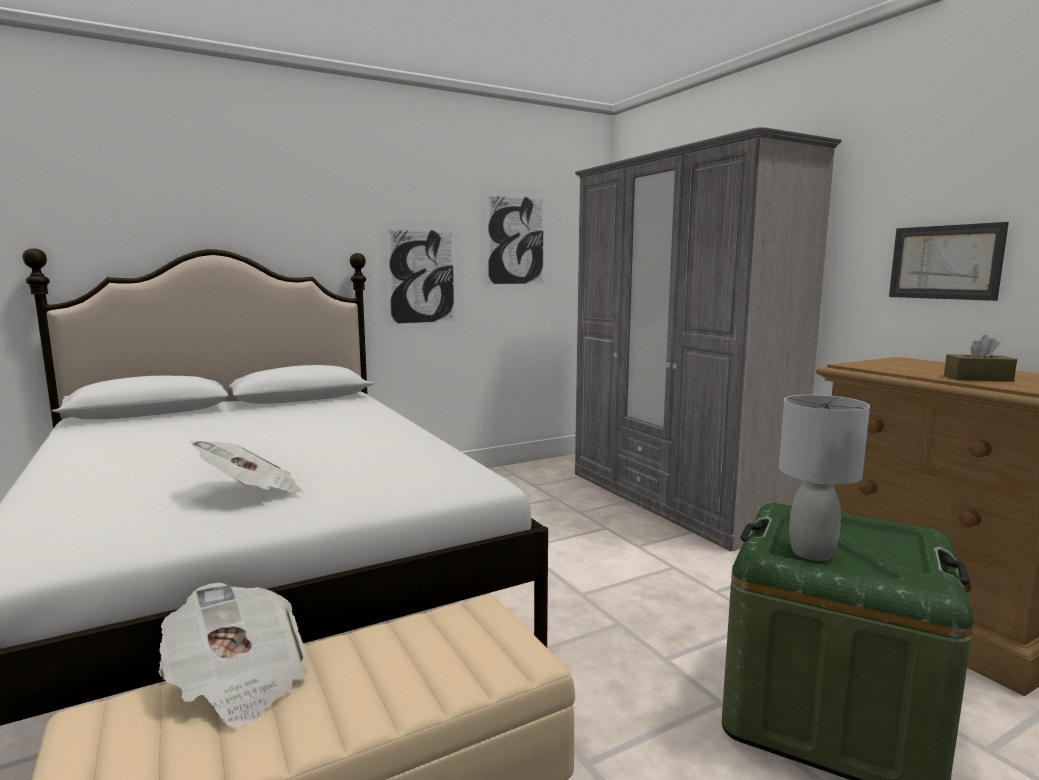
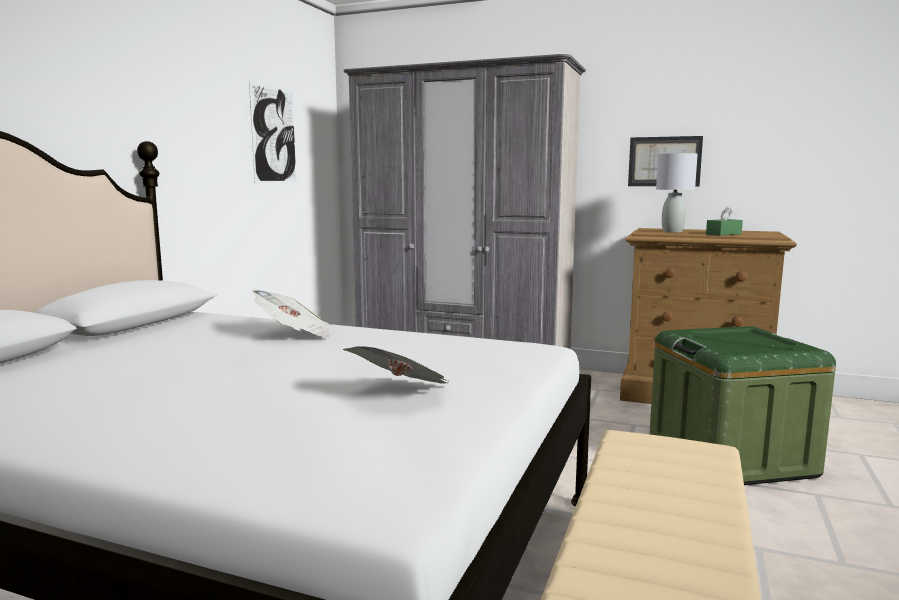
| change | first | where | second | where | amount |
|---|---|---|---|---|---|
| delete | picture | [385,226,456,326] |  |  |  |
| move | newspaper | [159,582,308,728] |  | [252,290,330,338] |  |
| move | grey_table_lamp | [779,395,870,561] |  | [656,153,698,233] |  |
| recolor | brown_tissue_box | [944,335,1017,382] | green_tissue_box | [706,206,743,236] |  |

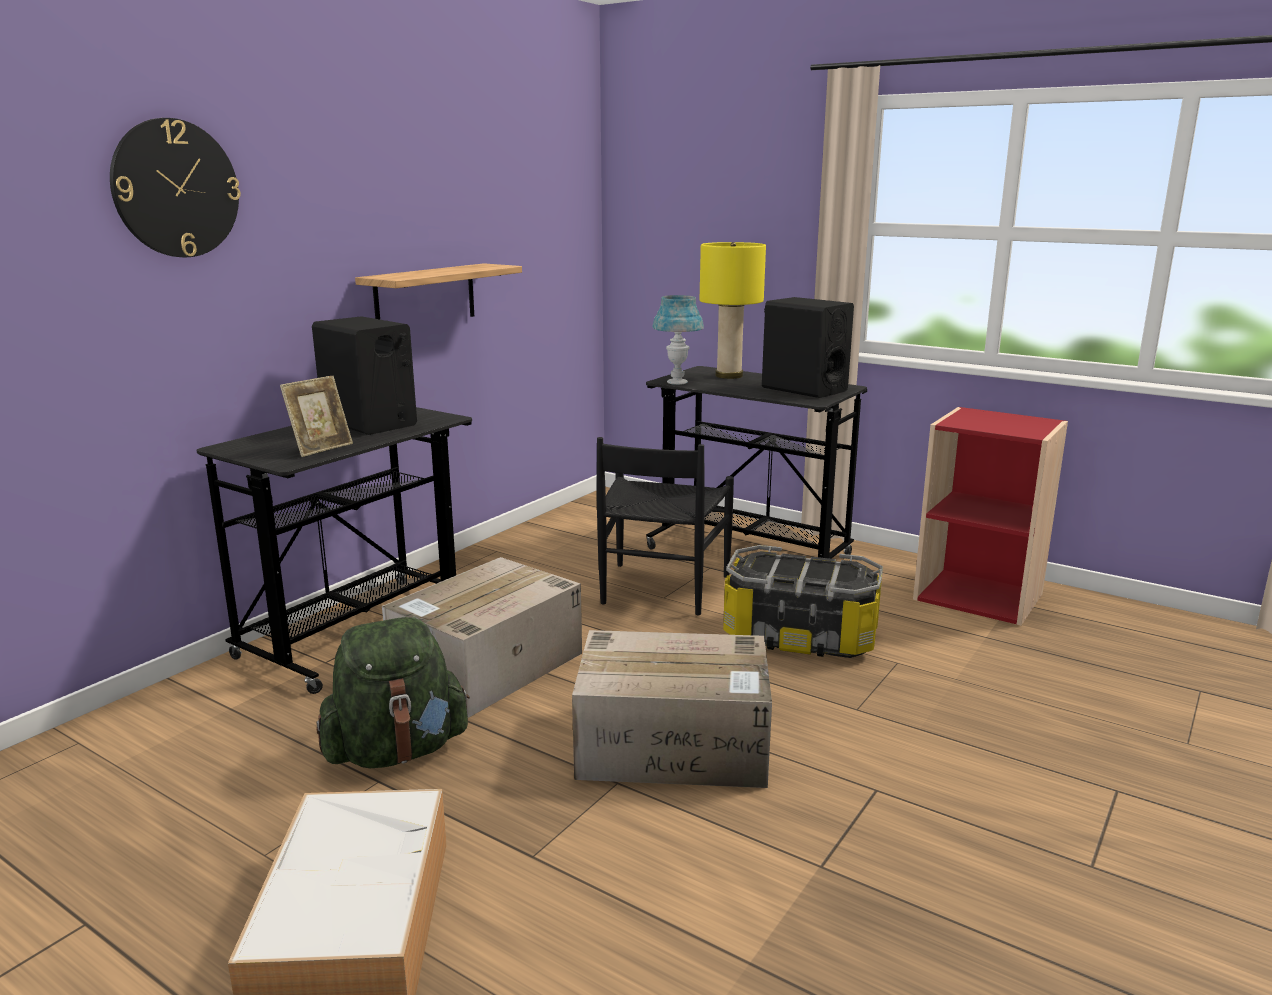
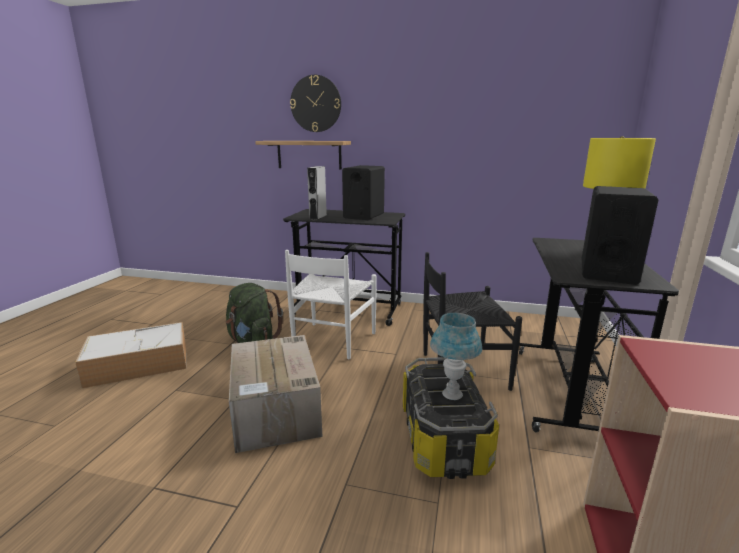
| change | first | where | second | where | amount |
|---|---|---|---|---|---|
| move | shelf | [355,263,522,319] |  | [255,141,351,170] |  |
| move | blue_table_lamp | [653,295,704,385] |  | [430,313,482,400] |  |
| replace | picture_frame | [280,376,353,457] | grey_speaker | [307,166,327,220] |  |
| replace | cardboard_box | [382,557,582,718] | white_chair | [285,250,376,360] |  |

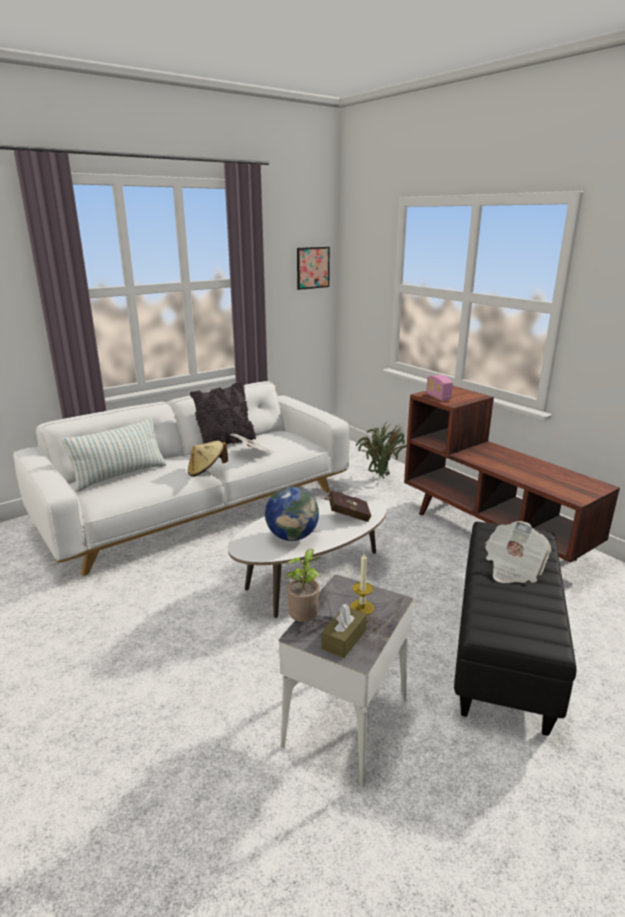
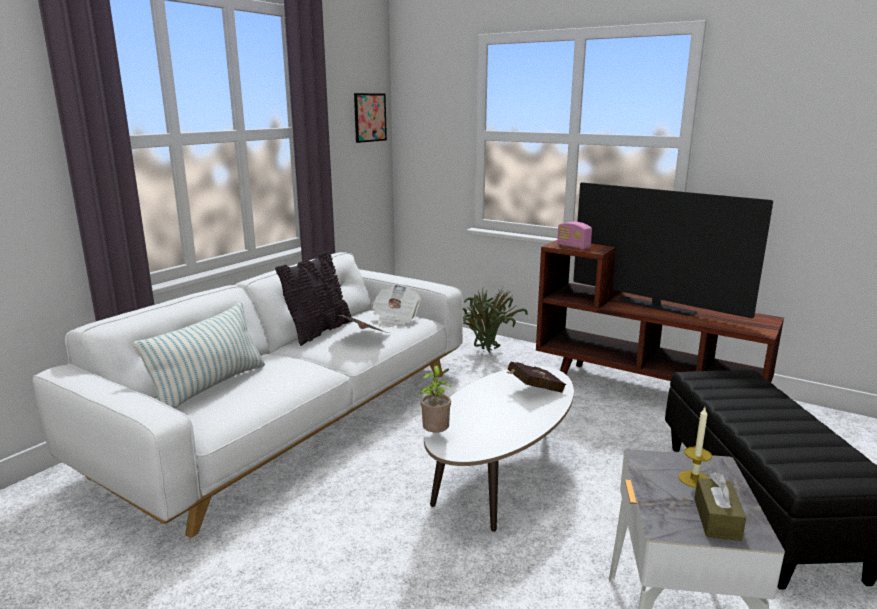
| change | first | where | second | where | amount |
|---|---|---|---|---|---|
| delete | beige_hat | [188,441,228,477] |  |  |  |
| delete | globe | [265,487,319,541] |  |  |  |
| insert |  |  | television | [573,182,773,318] |  |
| move | potted_plant | [285,549,321,622] |  | [420,365,452,432] |  |
| move | newspaper | [485,521,552,583] |  | [372,284,421,328] |  |

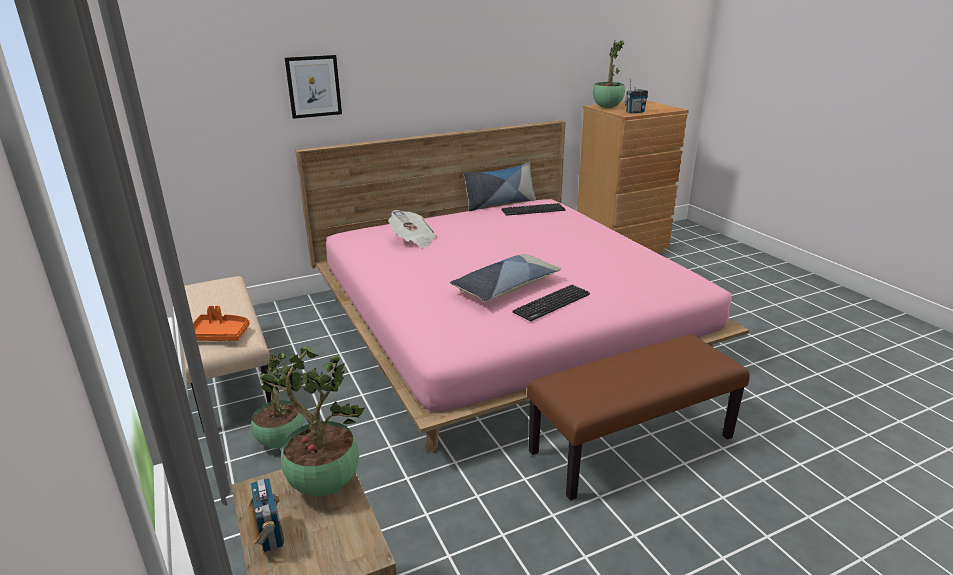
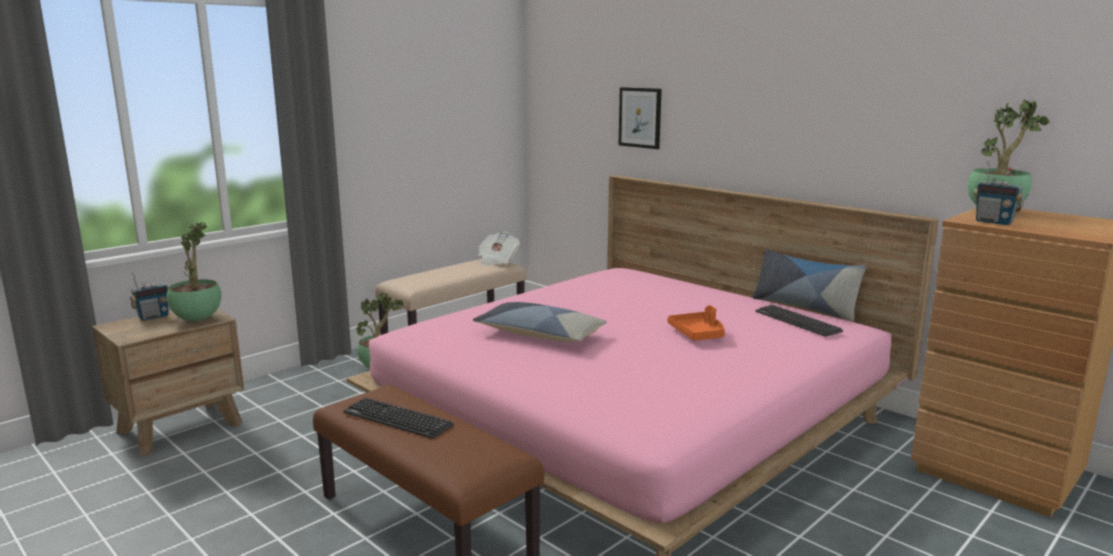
| change | first | where | second | where | amount |
|---|---|---|---|---|---|
| move | orange_tray | [193,306,250,341] |  | [667,305,725,341] |  |
| move | newspaper | [388,210,437,248] |  | [478,232,520,266] |  |
| move | keyboard | [512,285,590,321] |  | [343,398,454,439] |  |

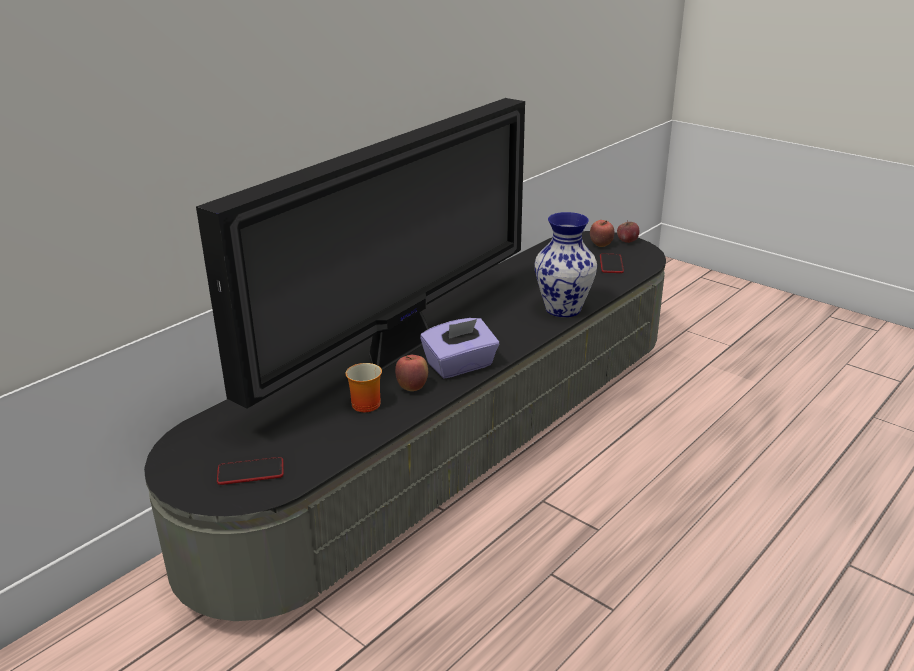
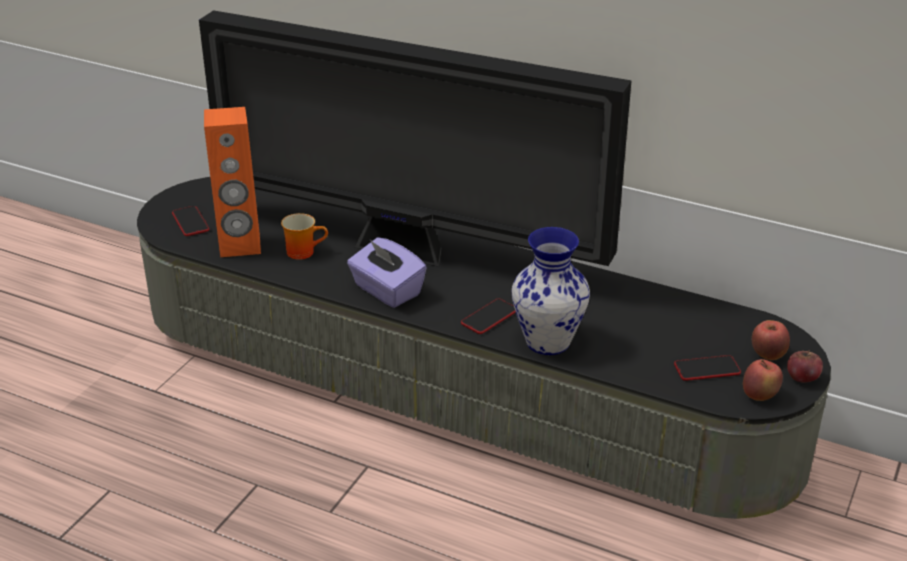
| change | first | where | second | where | amount |
|---|---|---|---|---|---|
| insert |  |  | orange_speaker | [204,107,261,257] |  |
| insert |  |  | phone | [461,298,516,334] |  |
| move | apple | [395,355,428,391] |  | [743,359,783,401] |  |

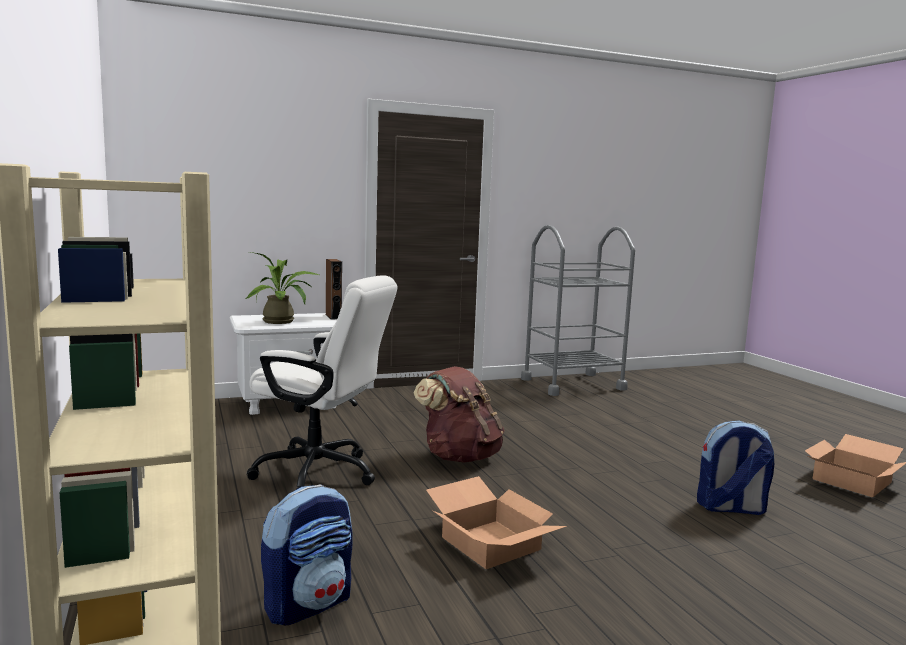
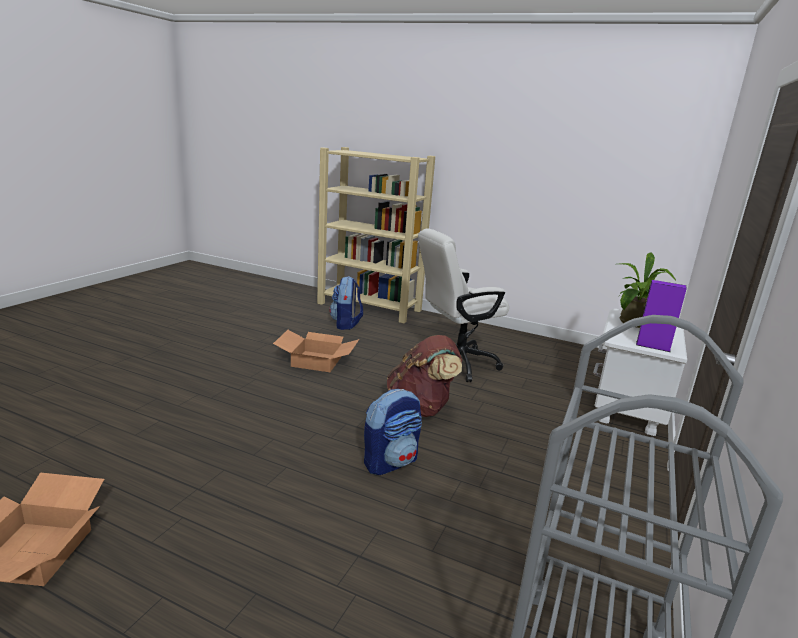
| change | first | where | second | where | amount |
|---|---|---|---|---|---|
| move | backpack | [697,420,774,515] |  | [364,389,422,475] |  |
| recolor | brown_speaker | [326,259,342,320] | purple_speaker | [636,280,687,352] |  |

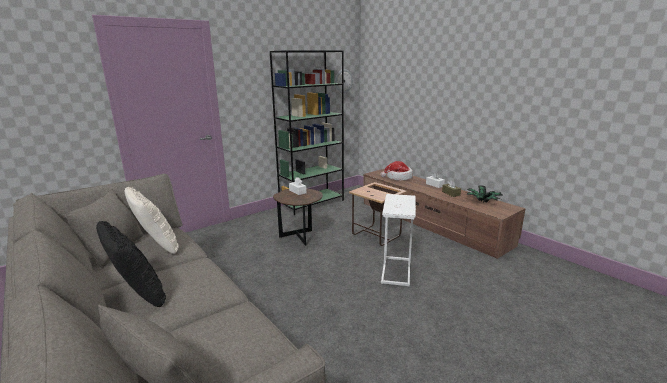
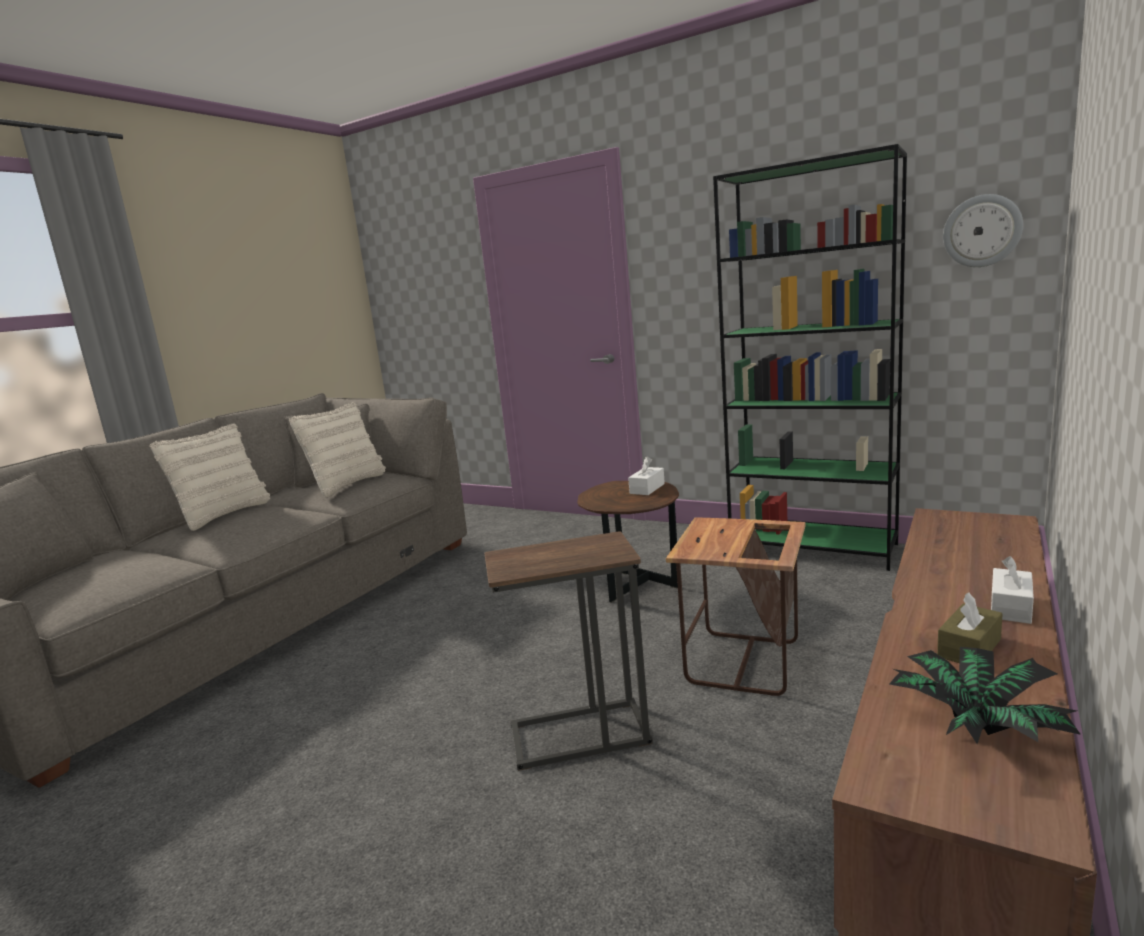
| change | first | where | second | where | amount |
|---|---|---|---|---|---|
| delete | hat | [380,161,413,181] |  |  |  |
| recolor | black_pillow | [96,221,166,307] | beige_pillow | [149,423,270,531] |  |
| recolor | white_side_table | [381,194,416,286] | brown_side_table | [484,531,653,771] |  |

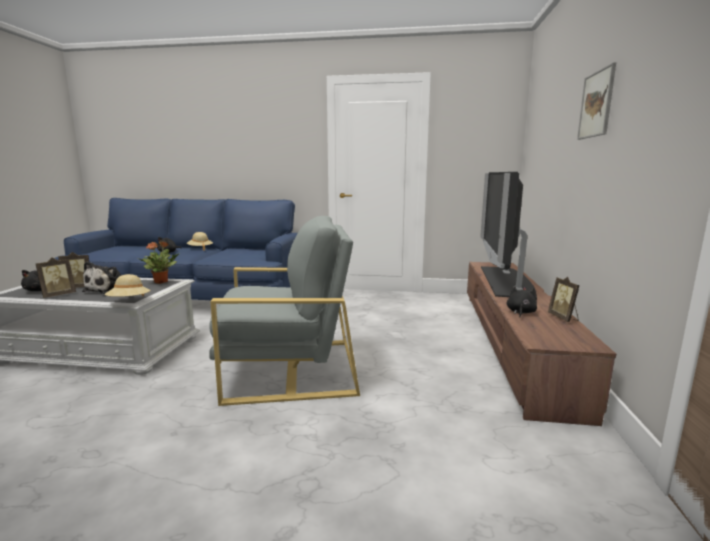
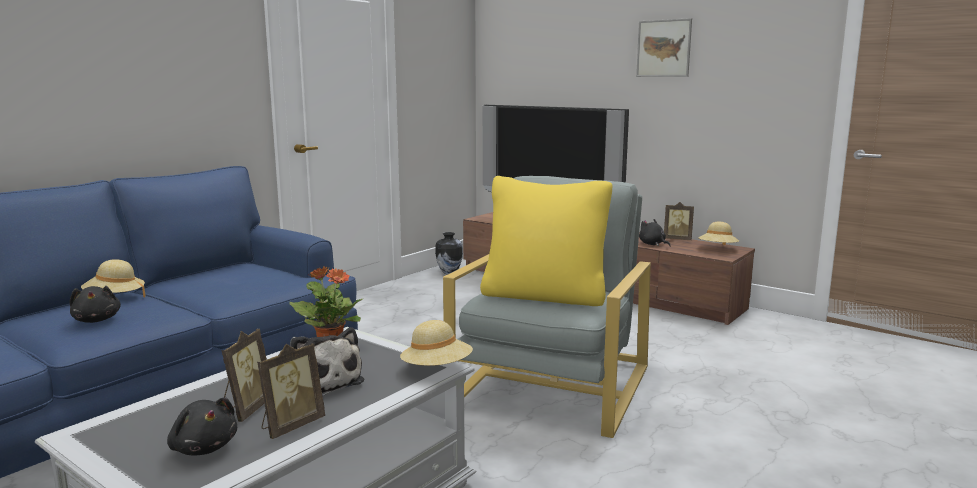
| change | first | where | second | where | amount |
|---|---|---|---|---|---|
| insert |  |  | vase | [435,232,463,274] |  |
| insert |  |  | yellow_pillow | [480,176,612,306] |  |
| insert |  |  | beige_hat | [698,222,739,245] |  |
| rotate | picture_frame | [36,258,76,298] |  | [257,343,325,439] | 60 degrees clockwise |

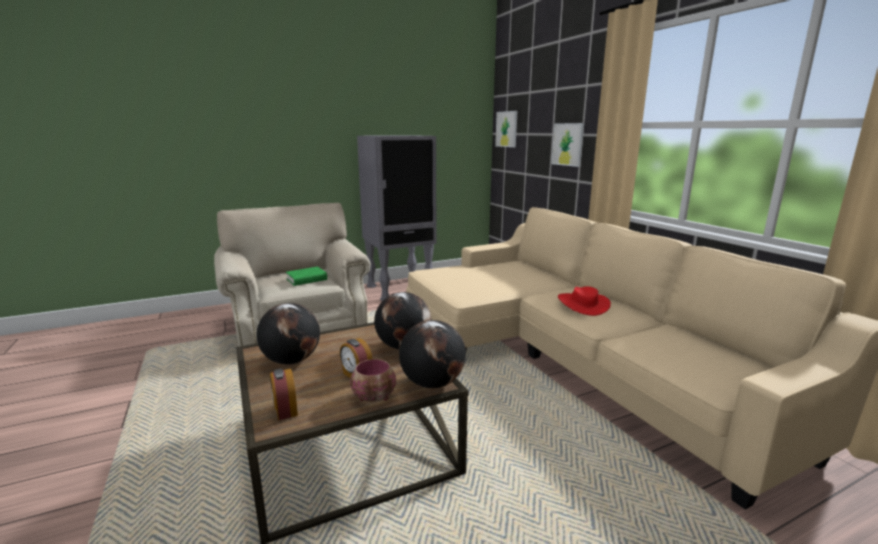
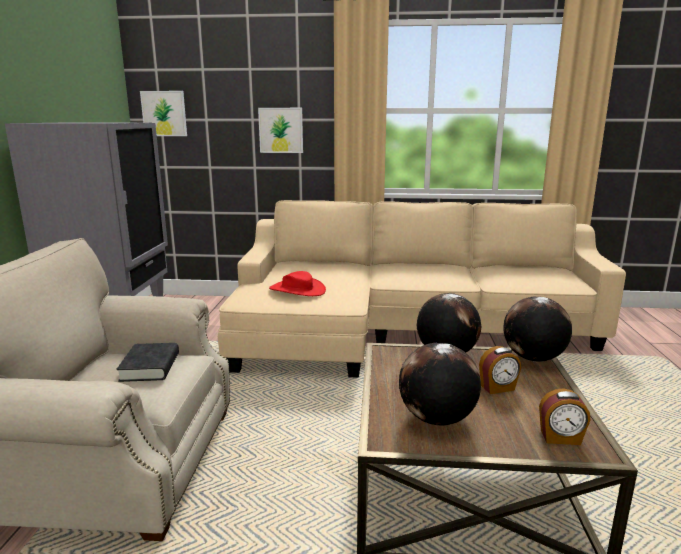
| change | first | where | second | where | amount |
|---|---|---|---|---|---|
| delete | bowl | [350,359,396,401] |  |  |  |
| move | red_hat | [558,287,611,316] |  | [269,271,326,296] |  |
| recolor | green_book | [286,267,327,286] | black_book | [117,343,179,382] |  |

